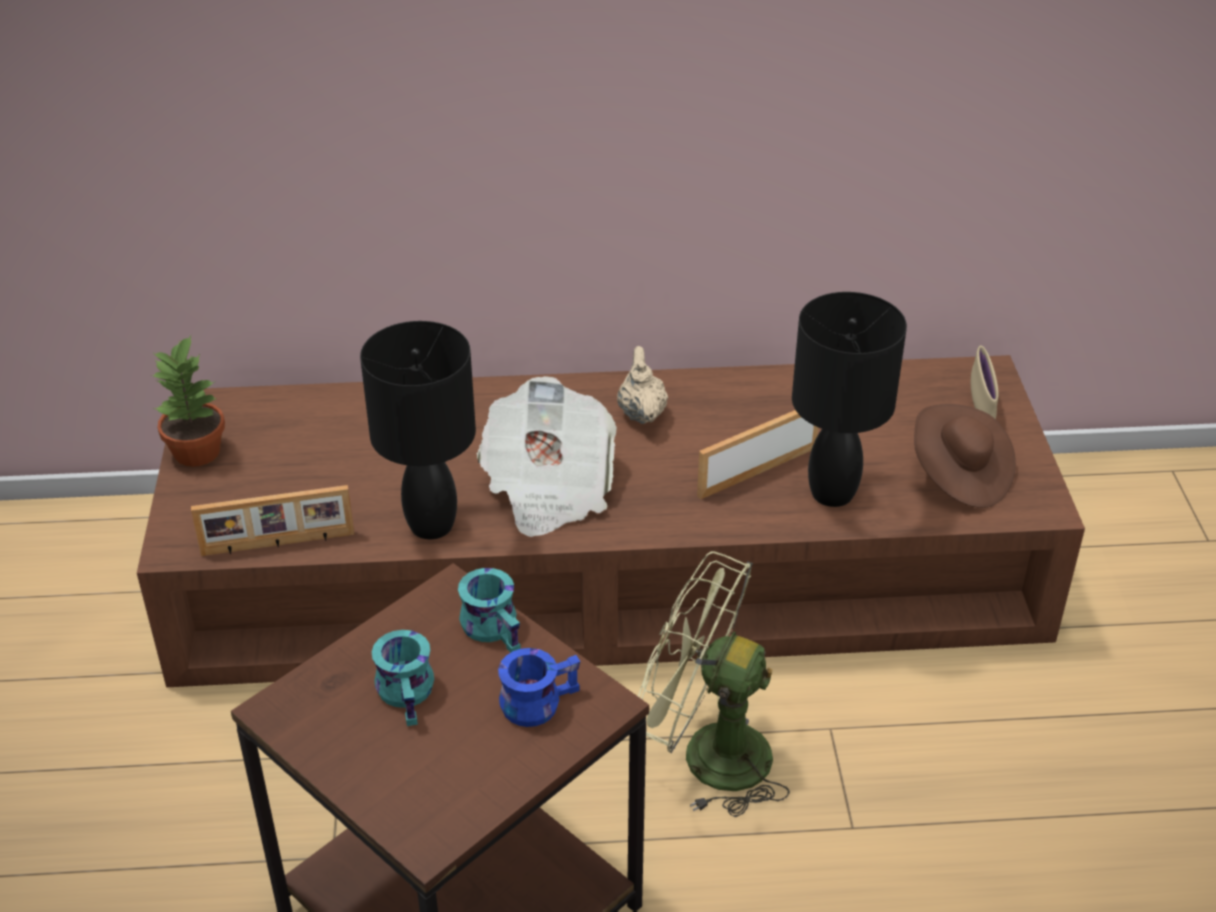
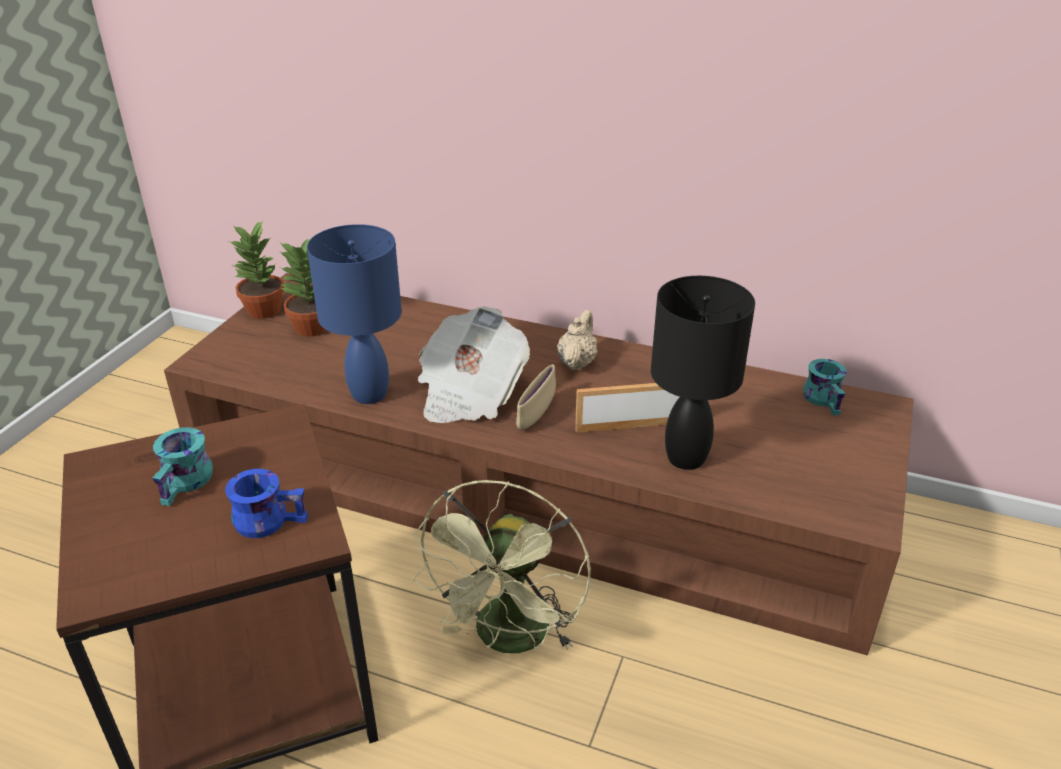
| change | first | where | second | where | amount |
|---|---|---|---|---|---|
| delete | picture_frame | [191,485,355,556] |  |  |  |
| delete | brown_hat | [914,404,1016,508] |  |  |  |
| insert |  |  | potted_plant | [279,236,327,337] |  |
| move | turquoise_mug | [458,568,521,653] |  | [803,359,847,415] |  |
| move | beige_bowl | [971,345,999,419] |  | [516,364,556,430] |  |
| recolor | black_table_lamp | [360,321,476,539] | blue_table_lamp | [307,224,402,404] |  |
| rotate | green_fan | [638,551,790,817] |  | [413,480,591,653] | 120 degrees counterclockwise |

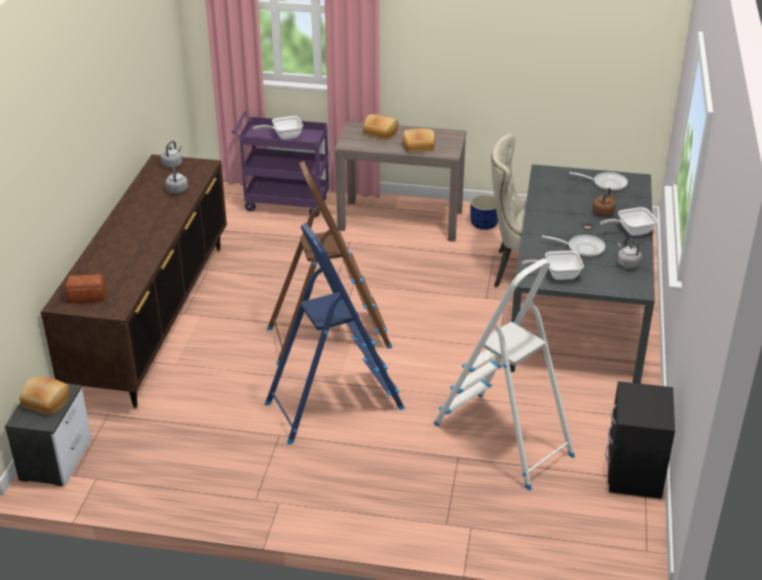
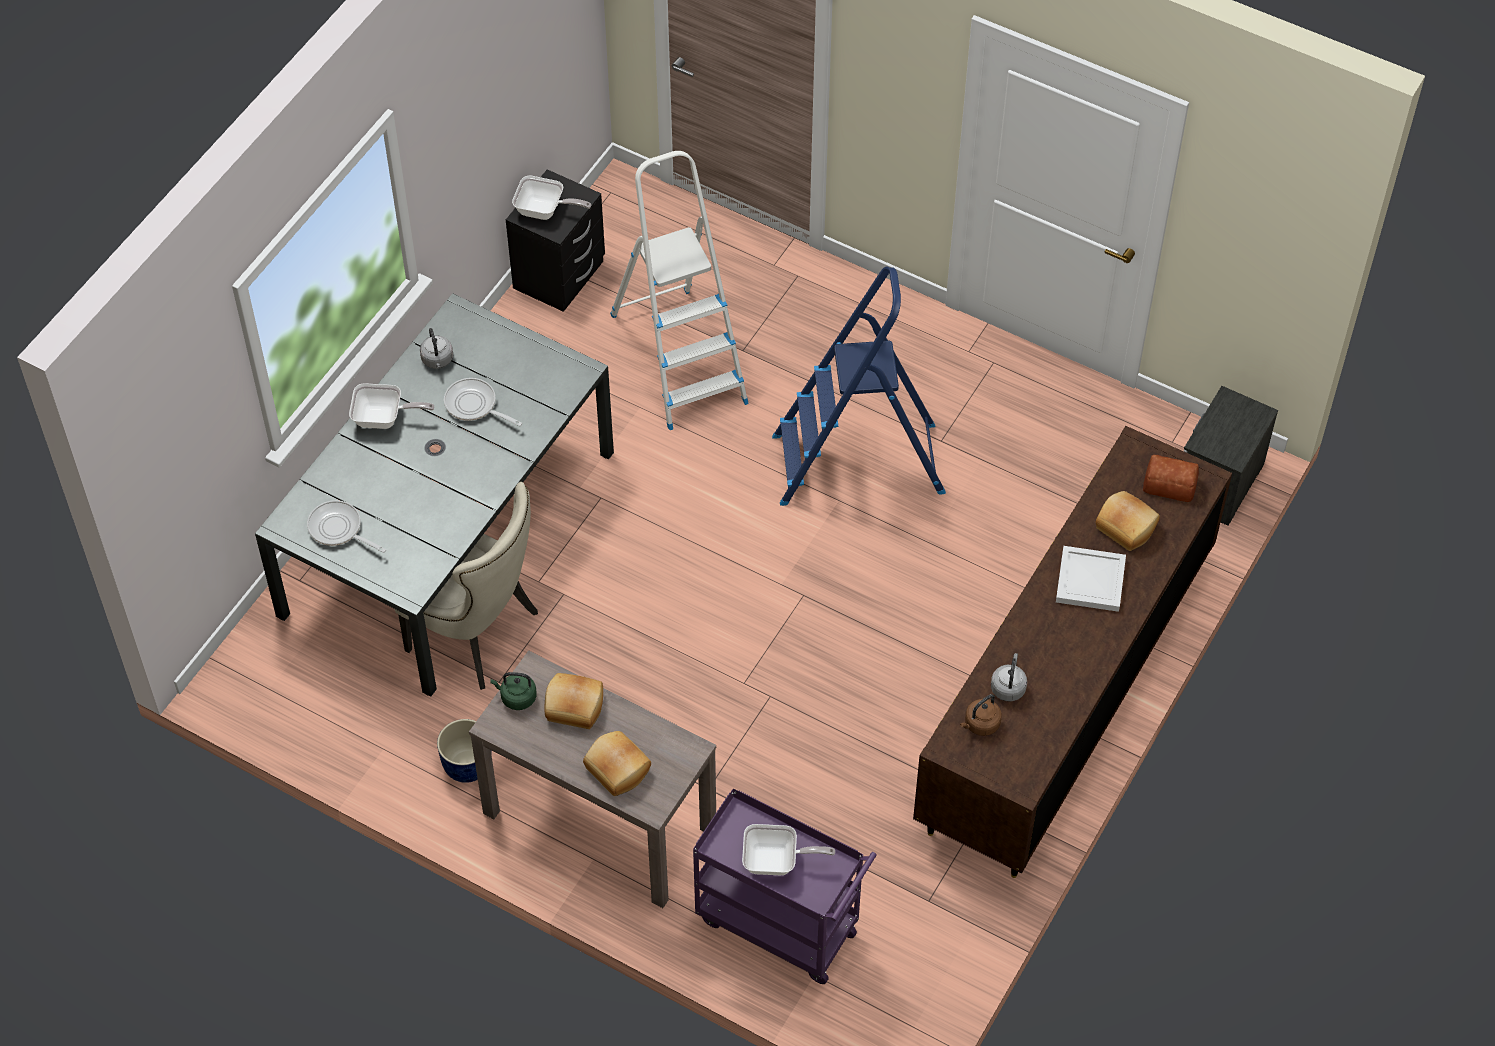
| change | first | where | second | where | amount |
|---|---|---|---|---|---|
| delete | grey_kettle | [160,141,182,168] |  |  |  |
| delete | brown_step_ladder | [267,161,393,366] |  |  |  |
| insert |  |  | green_kettle | [490,672,537,710] |  |
| insert |  |  | white_tray | [1056,546,1126,612] |  |
| move | bread | [20,376,70,415] |  | [1096,491,1160,551] |  |
| move | frying_pan | [522,250,584,280] |  | [512,175,591,220] |  |
| move | brown_kettle | [593,188,616,216] |  | [960,694,1002,736] |  |

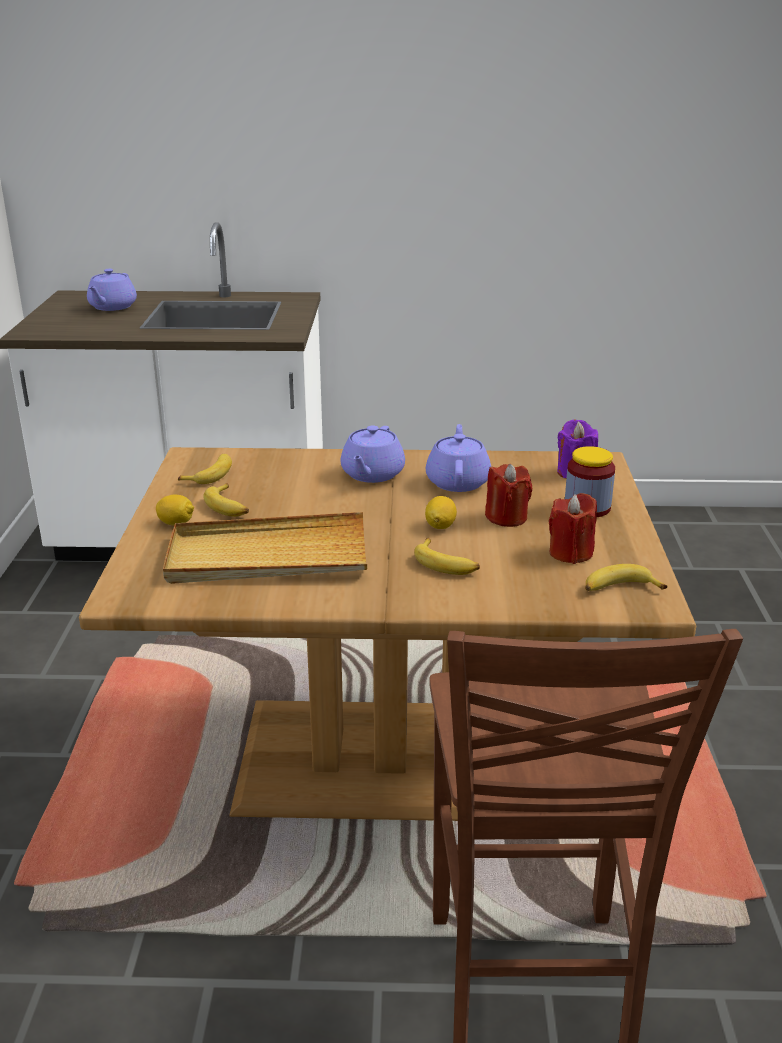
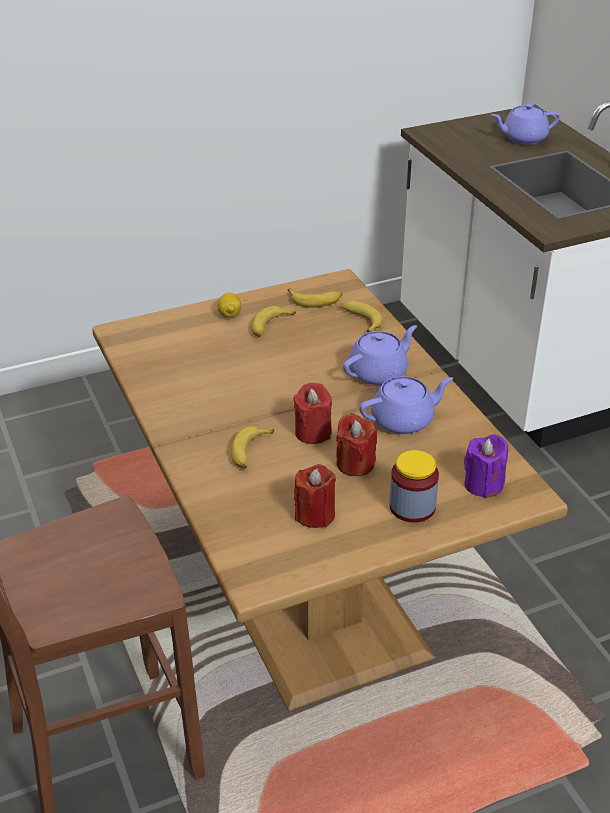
| change | first | where | second | where | amount |
|---|---|---|---|---|---|
| delete | beige_tray | [163,512,367,584] |  |  |  |
| move | banana | [585,564,667,591] |  | [341,301,383,333] |  |
| replace | lemon | [425,496,457,529] | red_candle | [293,383,332,444] |  |
| rotate | purple_teapot | [341,426,405,483] |  | [343,325,417,385] | 150 degrees clockwise |

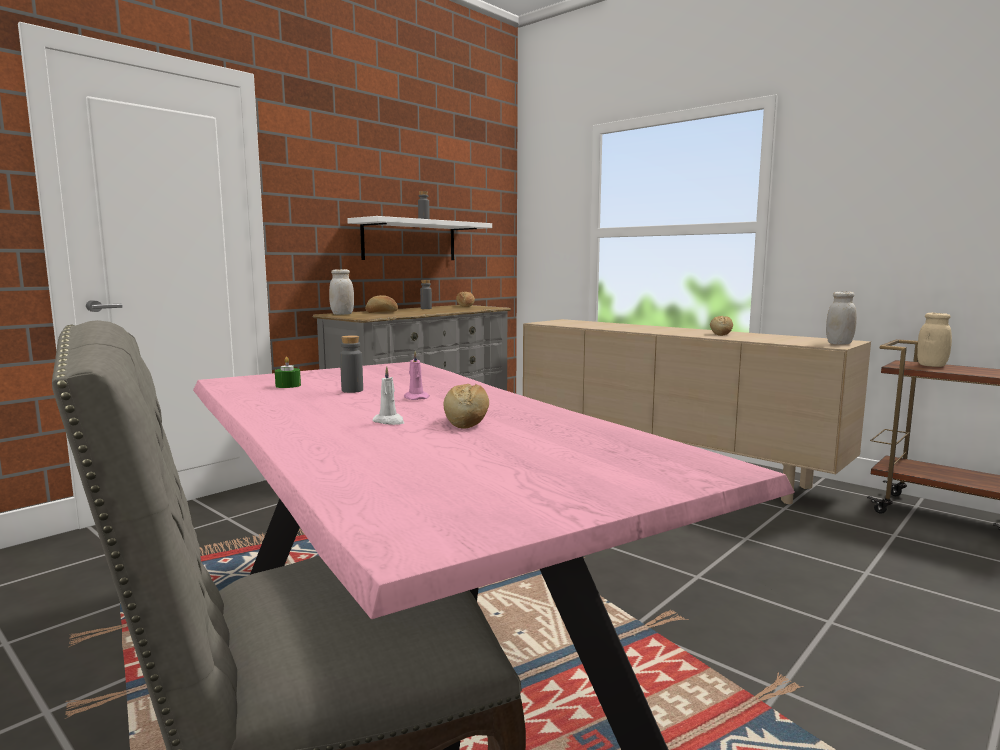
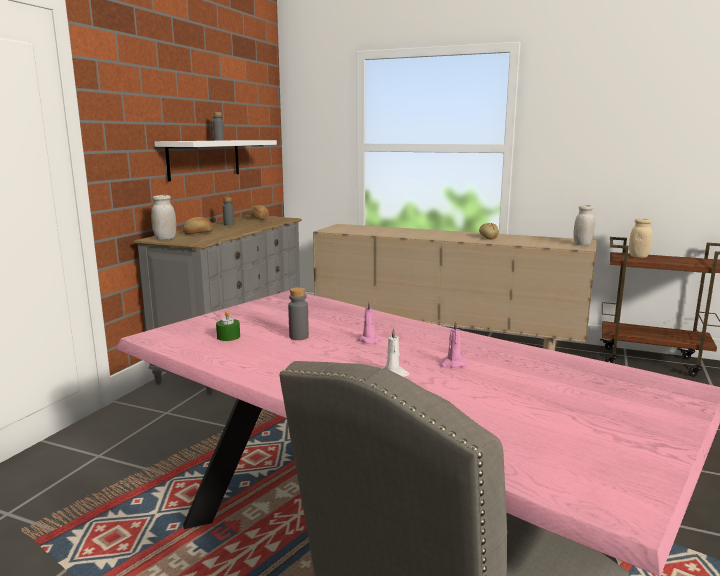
| change | first | where | second | where | amount |
|---|---|---|---|---|---|
| replace | bread | [443,384,489,429] | pink_candle | [439,320,467,368] |  |

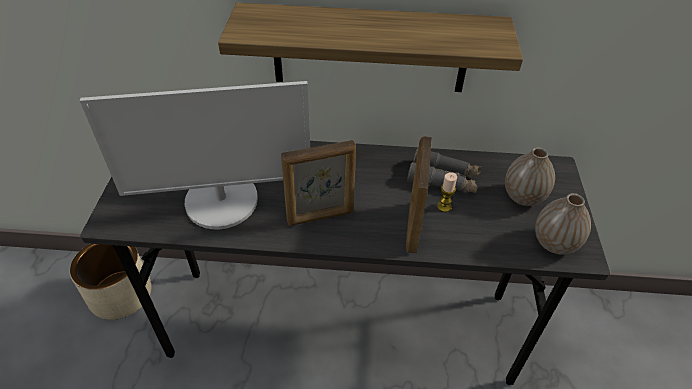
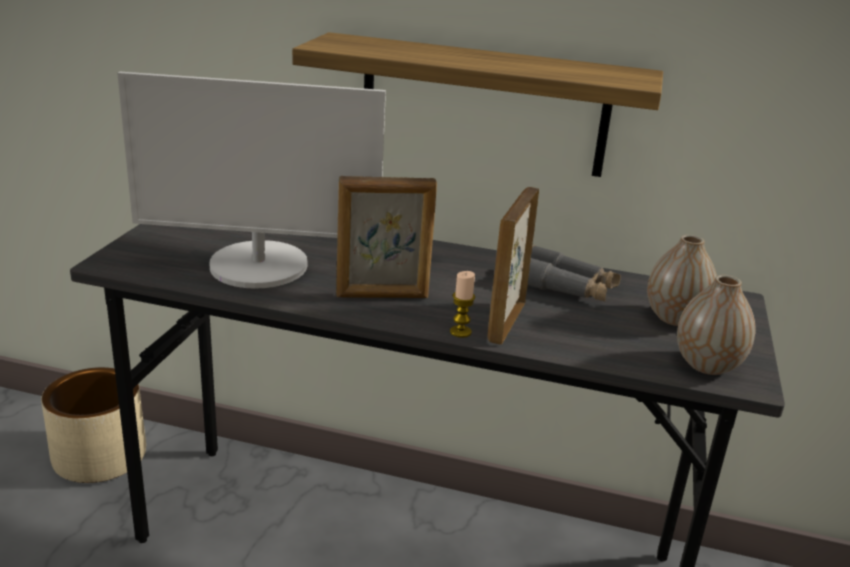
| change | first | where | second | where | amount |
|---|---|---|---|---|---|
| move | candle | [437,172,457,212] |  | [450,271,475,338] |  |

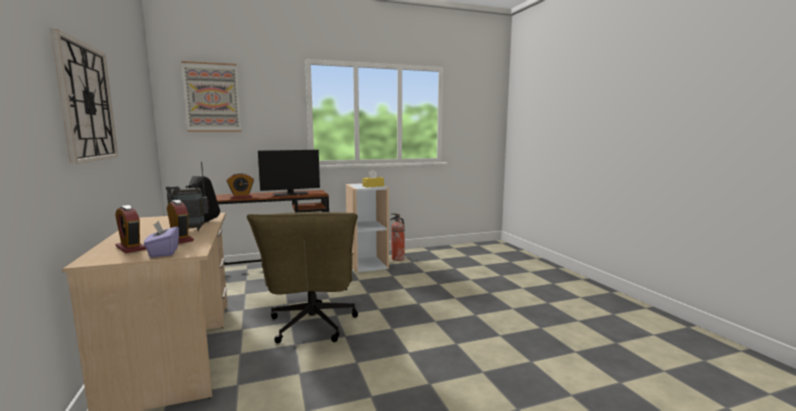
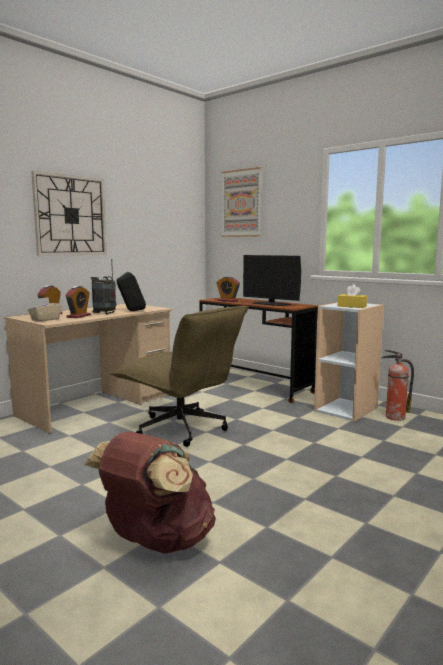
| change | first | where | second | where | amount |
|---|---|---|---|---|---|
| insert |  |  | brown_backpack | [84,431,216,554] |  |
| recolor | purple_tissue_box | [144,221,179,257] | beige_tissue_box | [28,297,62,322] |  |
| rotate | beige_office_chair | [247,212,358,343] |  | [110,306,249,447] | 105 degrees counterclockwise |

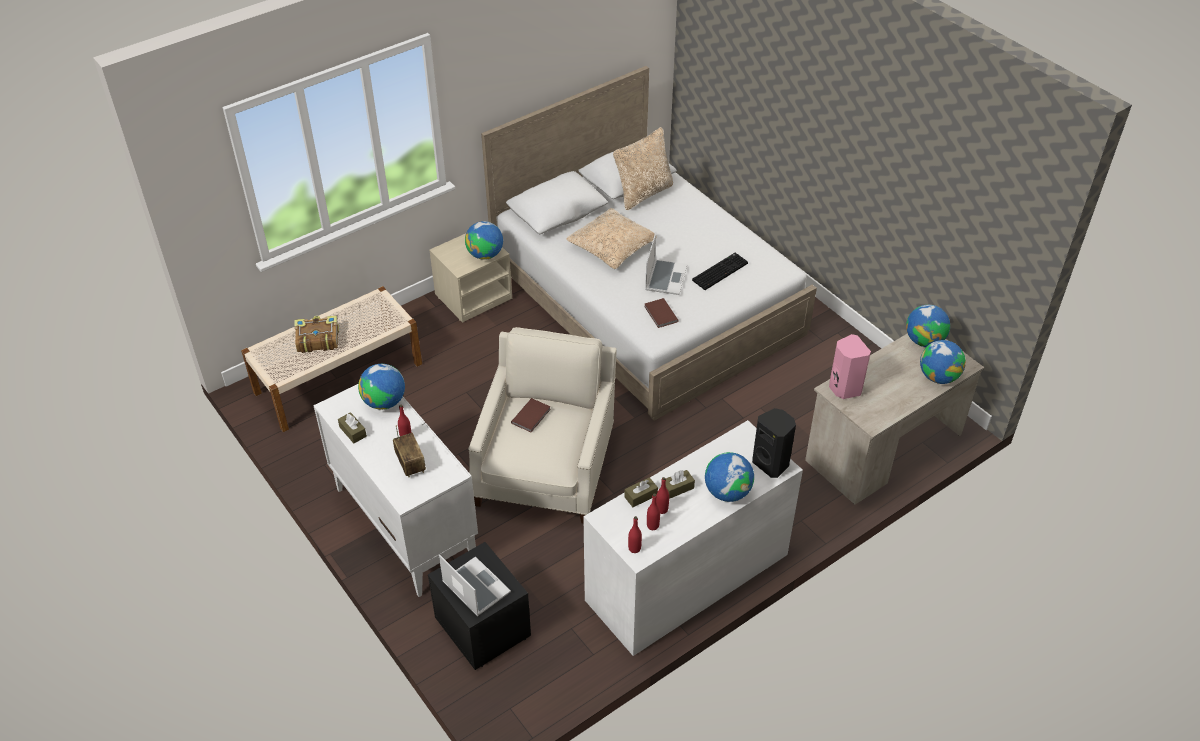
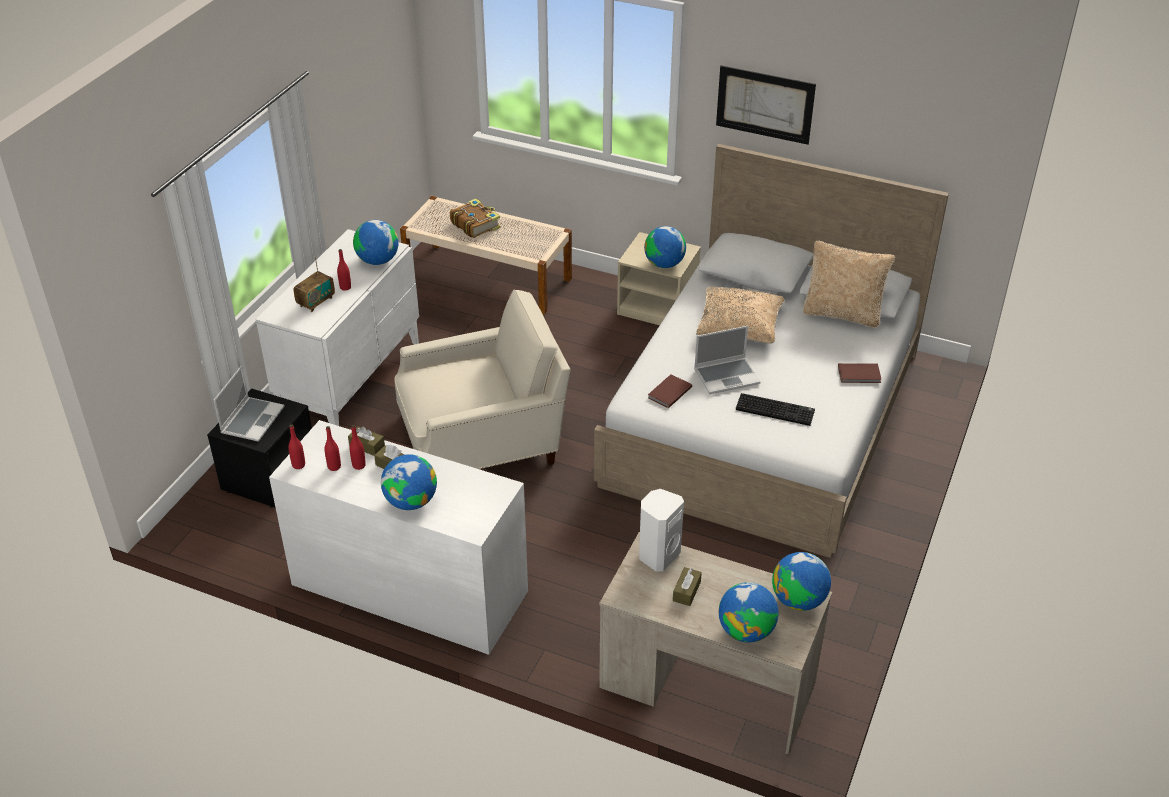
| change | first | where | second | where | amount |
|---|---|---|---|---|---|
| delete | black_speaker | [752,408,796,478] |  |  |  |
| insert |  |  | picture | [716,65,816,145] |  |
| move | brown_tissue_box | [338,412,367,443] |  | [673,567,702,606] |  |
| move | brown_book | [511,398,551,432] |  | [838,363,882,383] |  |
| recolor | pink_speaker | [829,334,871,399] | white_speaker | [639,489,684,572] |  |

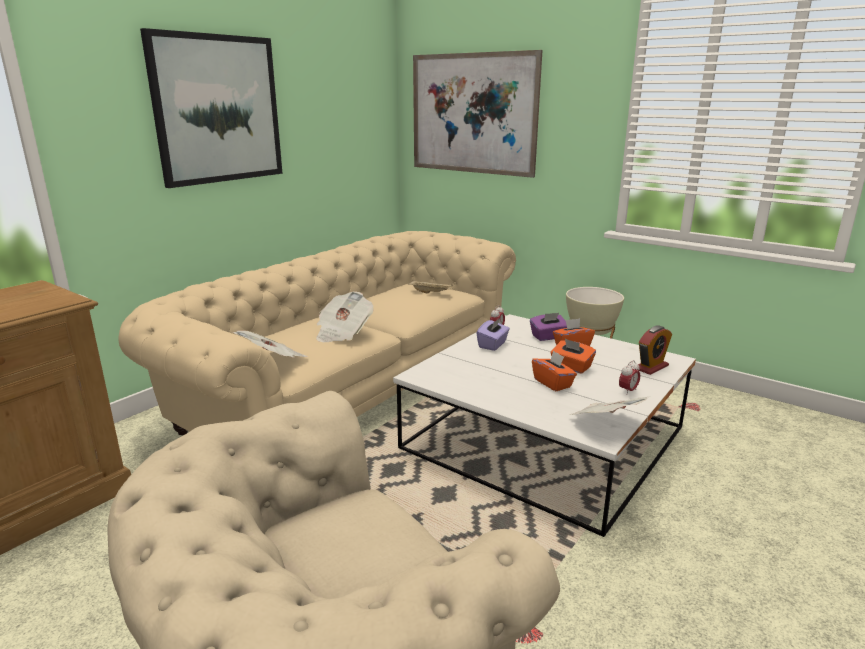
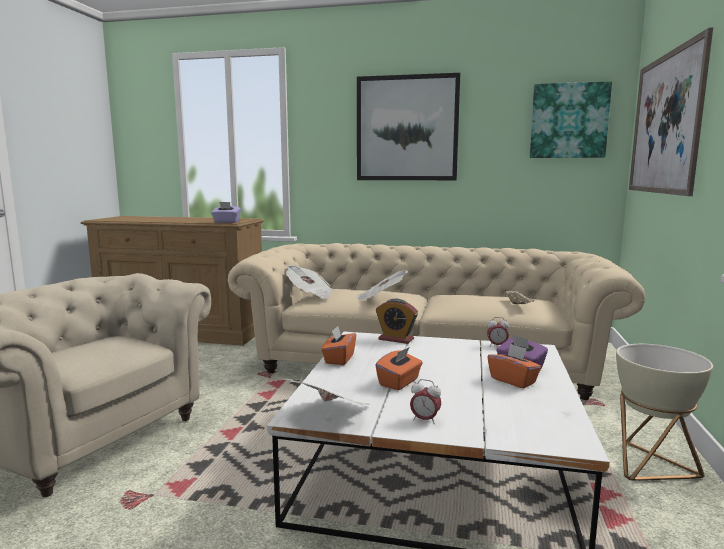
| change | first | where | second | where | amount |
|---|---|---|---|---|---|
| insert |  |  | picture | [530,81,612,158] |  |
| move | purple_tissue_box | [477,318,510,351] |  | [211,202,241,223] |  |
| move | orange_tissue_box | [551,339,596,374] |  | [321,326,356,365] |  |
| move | alarm_clock | [636,325,672,375] |  | [376,299,418,344] |  |

